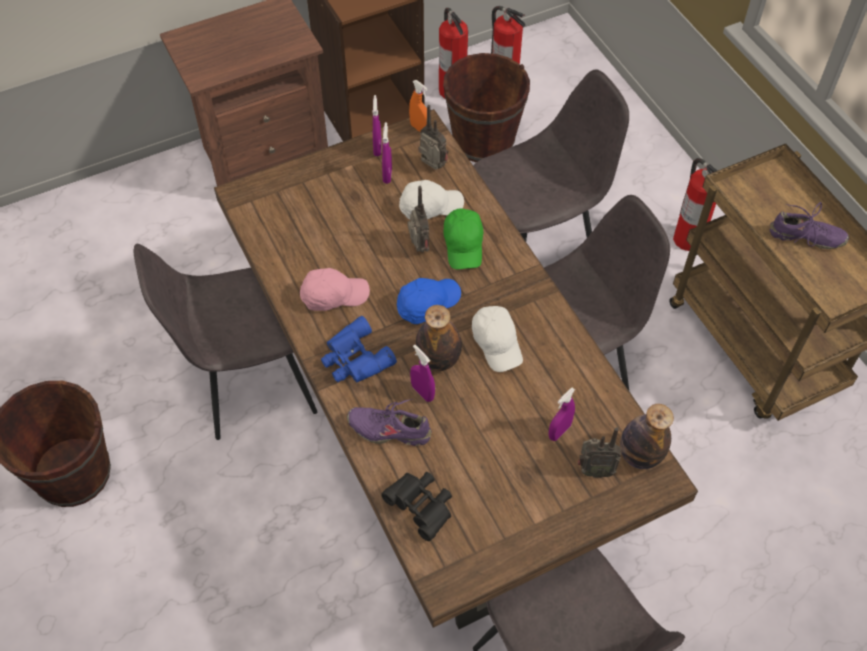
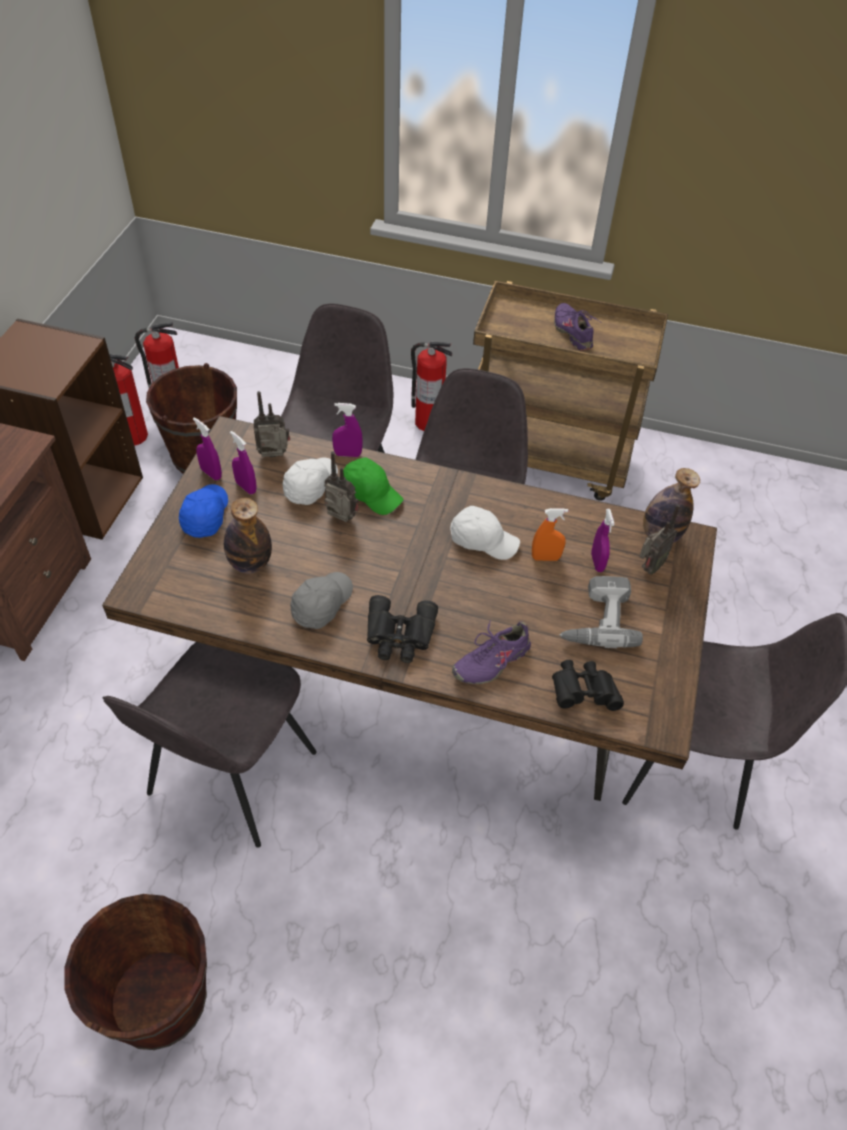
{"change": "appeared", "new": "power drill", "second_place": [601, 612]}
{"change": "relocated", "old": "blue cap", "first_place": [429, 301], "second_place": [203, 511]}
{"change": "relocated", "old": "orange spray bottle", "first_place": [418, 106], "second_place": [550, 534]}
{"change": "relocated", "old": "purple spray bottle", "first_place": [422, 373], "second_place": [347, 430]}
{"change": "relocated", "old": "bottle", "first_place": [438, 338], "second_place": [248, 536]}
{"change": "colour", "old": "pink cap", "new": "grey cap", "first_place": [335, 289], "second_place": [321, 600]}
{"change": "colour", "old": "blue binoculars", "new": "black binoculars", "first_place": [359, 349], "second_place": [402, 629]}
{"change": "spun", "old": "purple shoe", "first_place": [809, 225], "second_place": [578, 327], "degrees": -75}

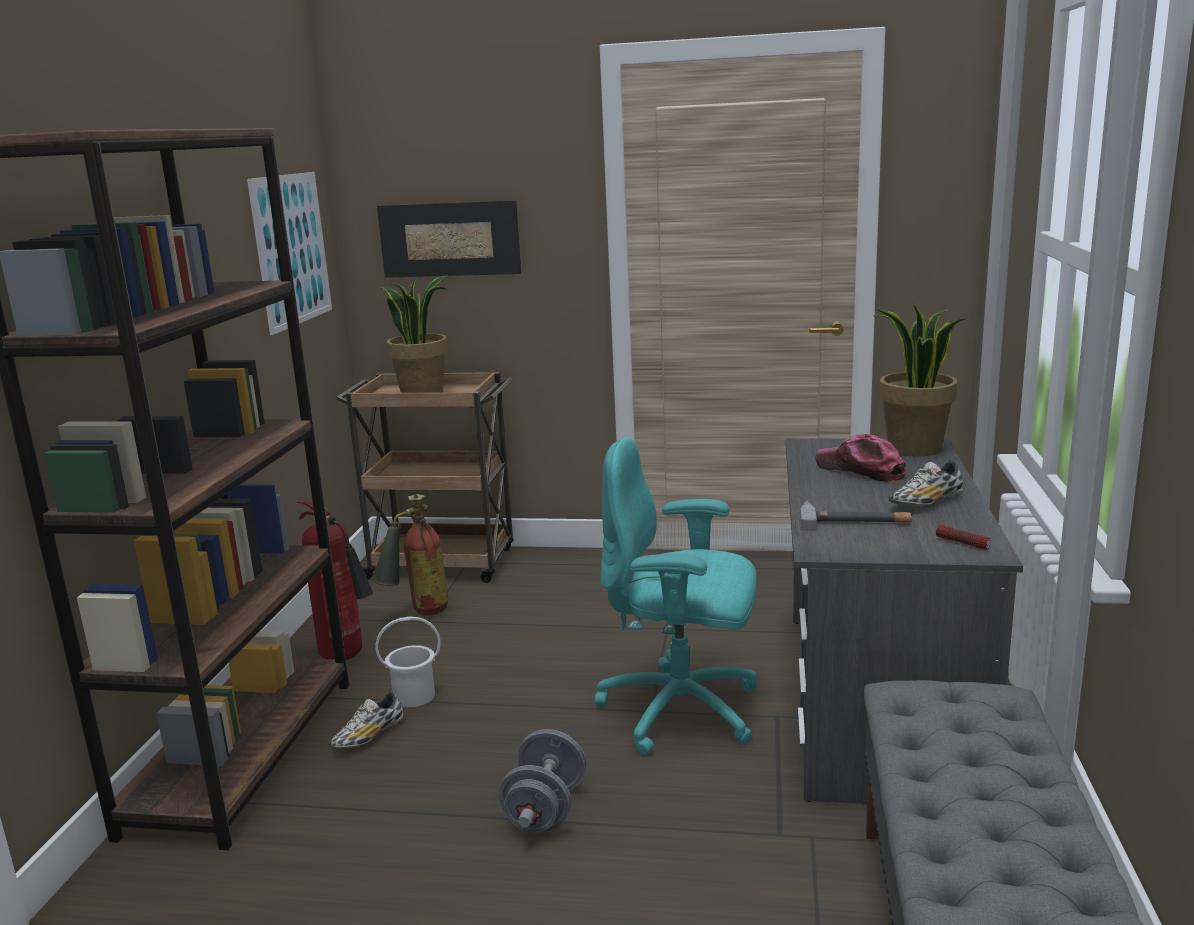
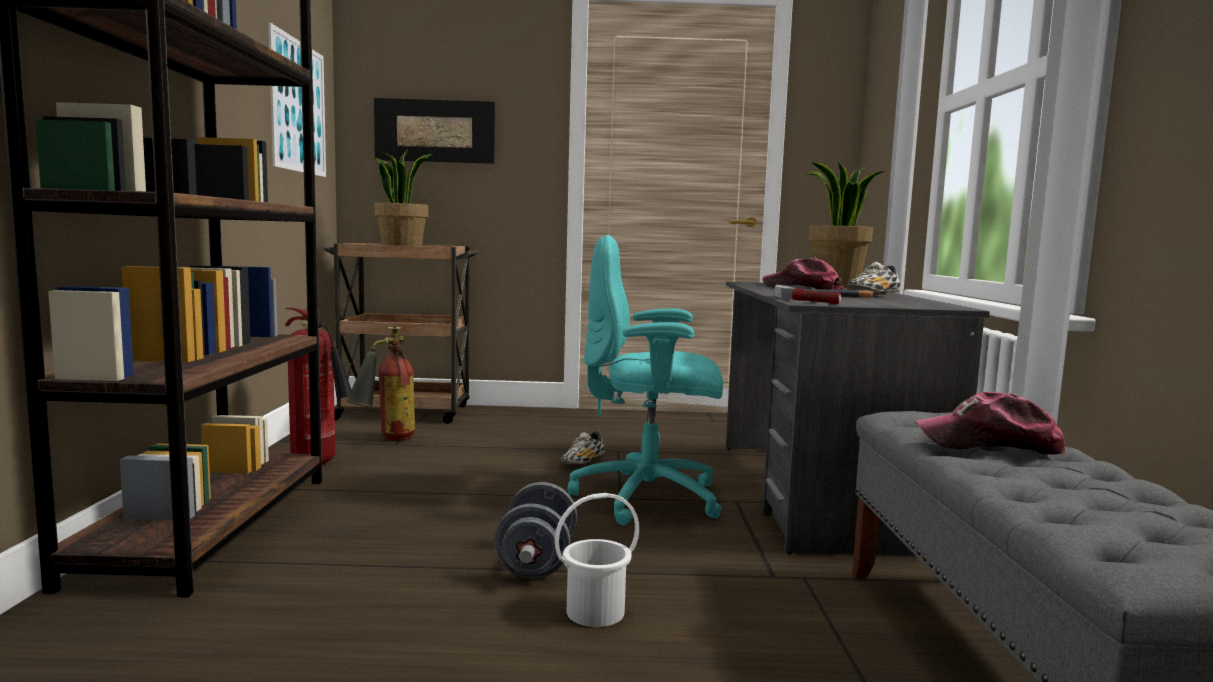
{"change": "appeared", "new": "cap", "second_place": [990, 423]}
{"change": "relocated", "old": "shoe", "first_place": [366, 720], "second_place": [582, 447]}
{"change": "relocated", "old": "white bucket", "first_place": [408, 661], "second_place": [597, 560]}
{"change": "relocated", "old": "flashlight", "first_place": [963, 537], "second_place": [817, 296]}

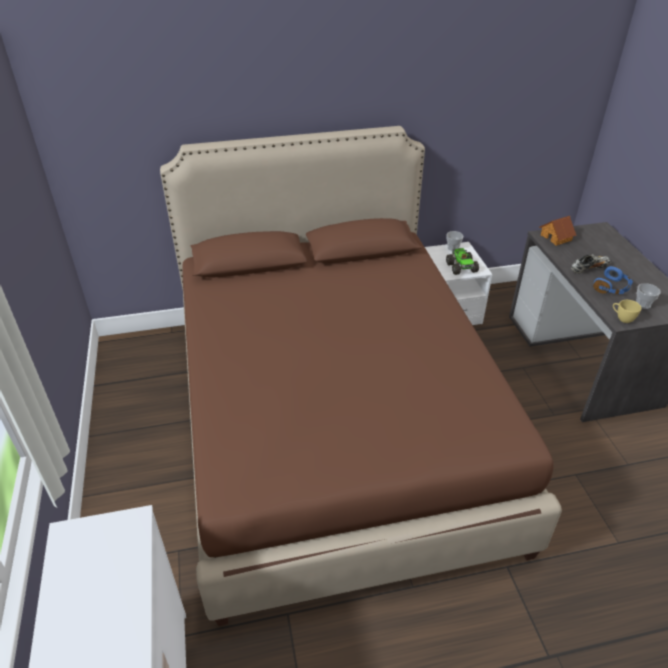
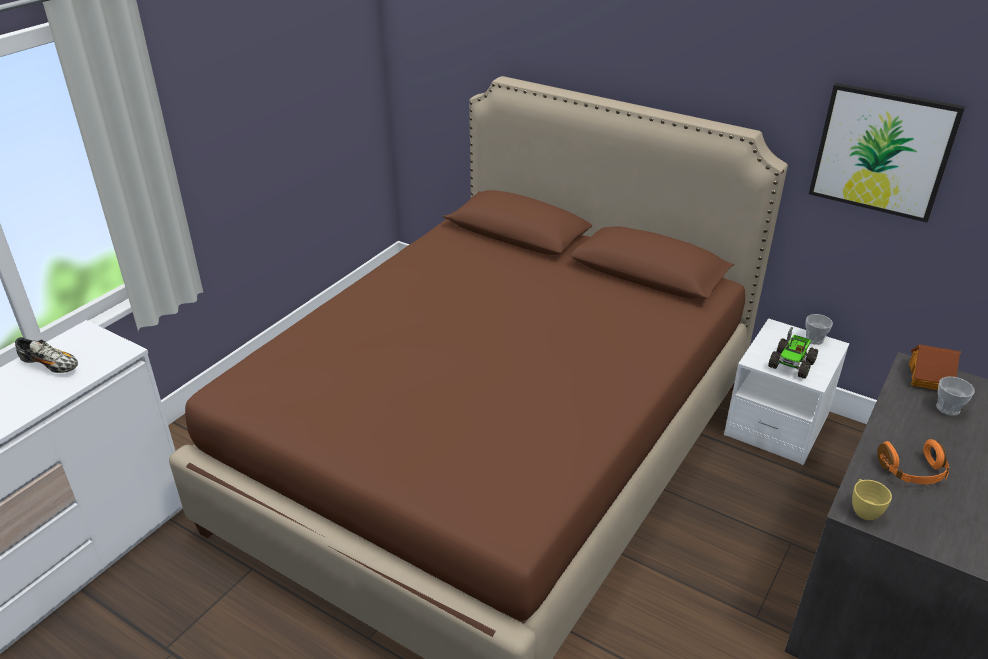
{"change": "appeared", "new": "picture", "second_place": [887, 153]}
{"change": "relocated", "old": "shoe", "first_place": [591, 264], "second_place": [46, 355]}
{"change": "relocated", "old": "cup", "first_place": [648, 296], "second_place": [955, 396]}
{"change": "colour", "old": "blue headphones", "new": "orange headphones", "first_place": [613, 280], "second_place": [913, 461]}

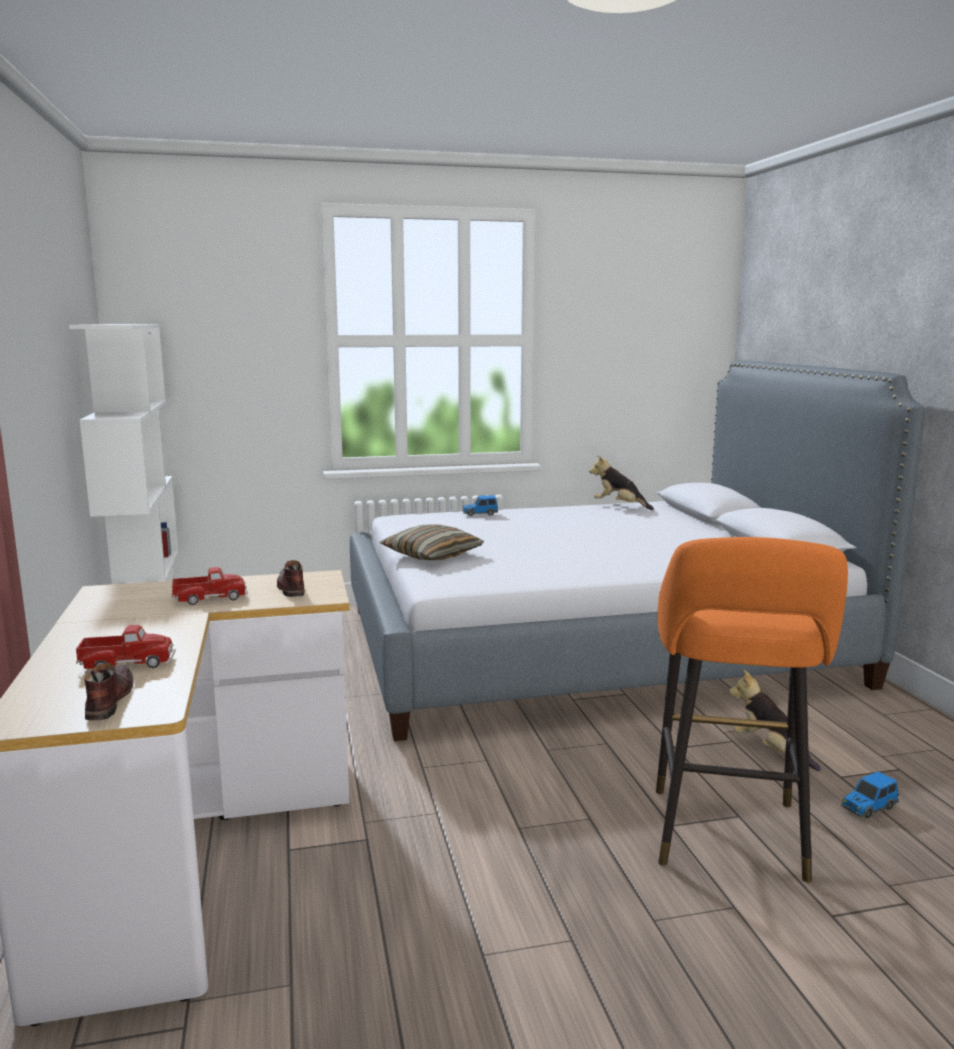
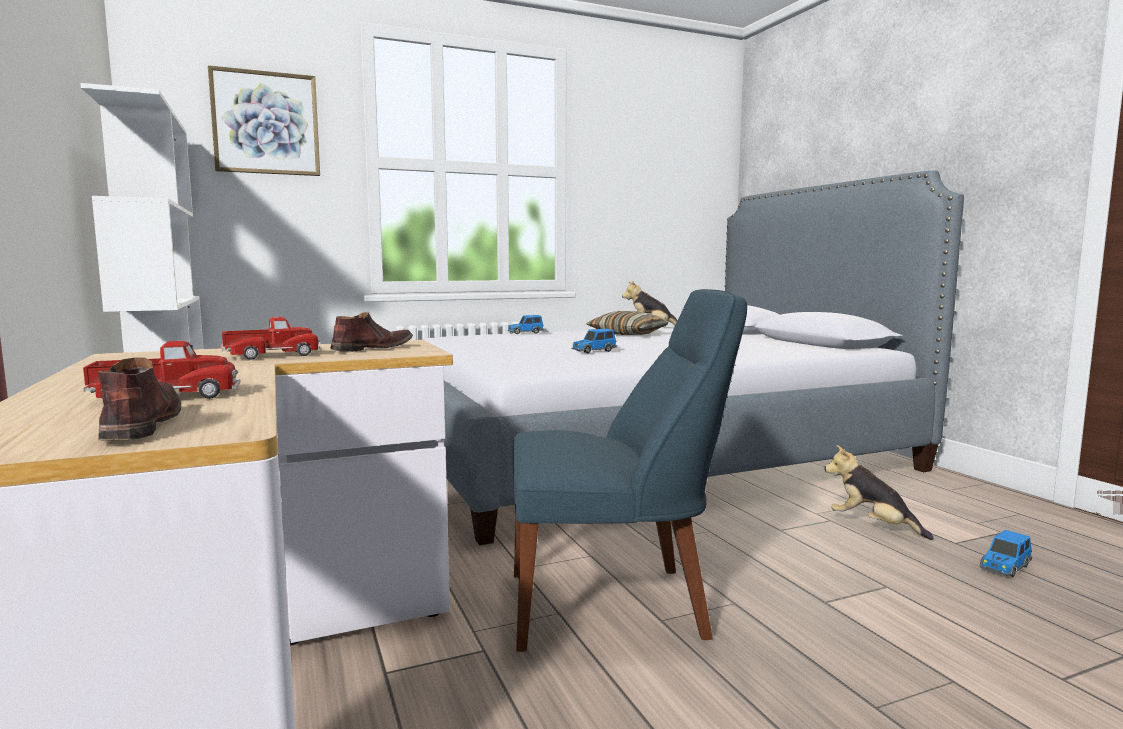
{"change": "missing", "old": "orange stool", "first_place": [752, 710]}
{"change": "appeared", "new": "picture", "second_place": [264, 120]}
{"change": "appeared", "new": "blue chair", "second_place": [630, 470]}
{"change": "appeared", "new": "toy car", "second_place": [594, 341]}
{"change": "relocated", "old": "pillow", "first_place": [432, 542], "second_place": [627, 323]}
{"change": "spun", "old": "brown shoe", "first_place": [290, 578], "second_place": [372, 332], "degrees": 75}

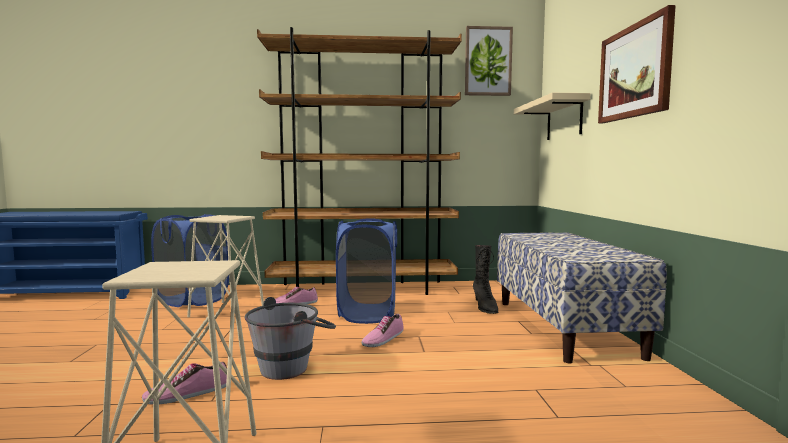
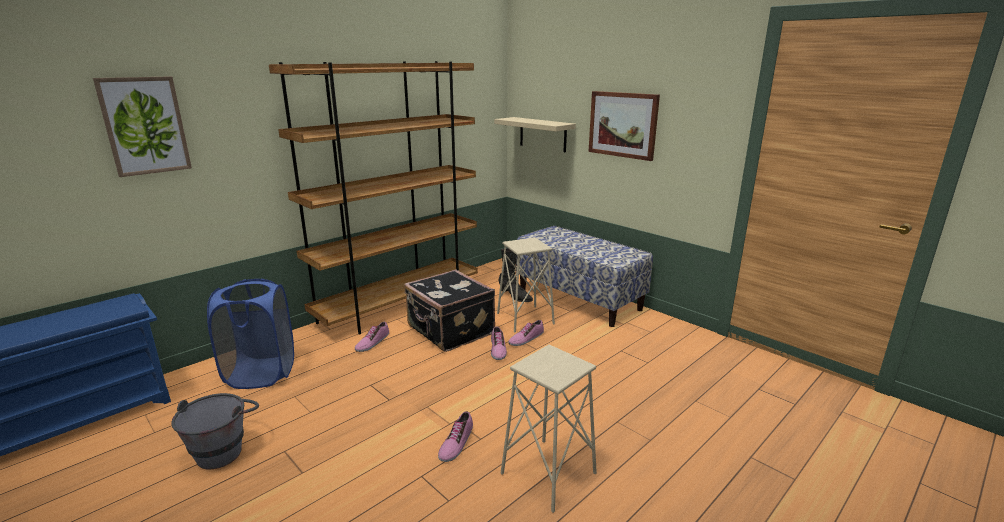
{"change": "appeared", "new": "shoe", "second_place": [526, 333]}
{"change": "relocated", "old": "beige stool", "first_place": [225, 268], "second_place": [526, 285]}
{"change": "relocated", "old": "grey bucket", "first_place": [290, 338], "second_place": [215, 431]}
{"change": "relocated", "old": "picture", "first_place": [489, 61], "second_place": [142, 126]}
{"change": "exchanged", "old": "blue laundry basket", "new": "black suitcase", "first_place": [366, 271], "second_place": [449, 311]}

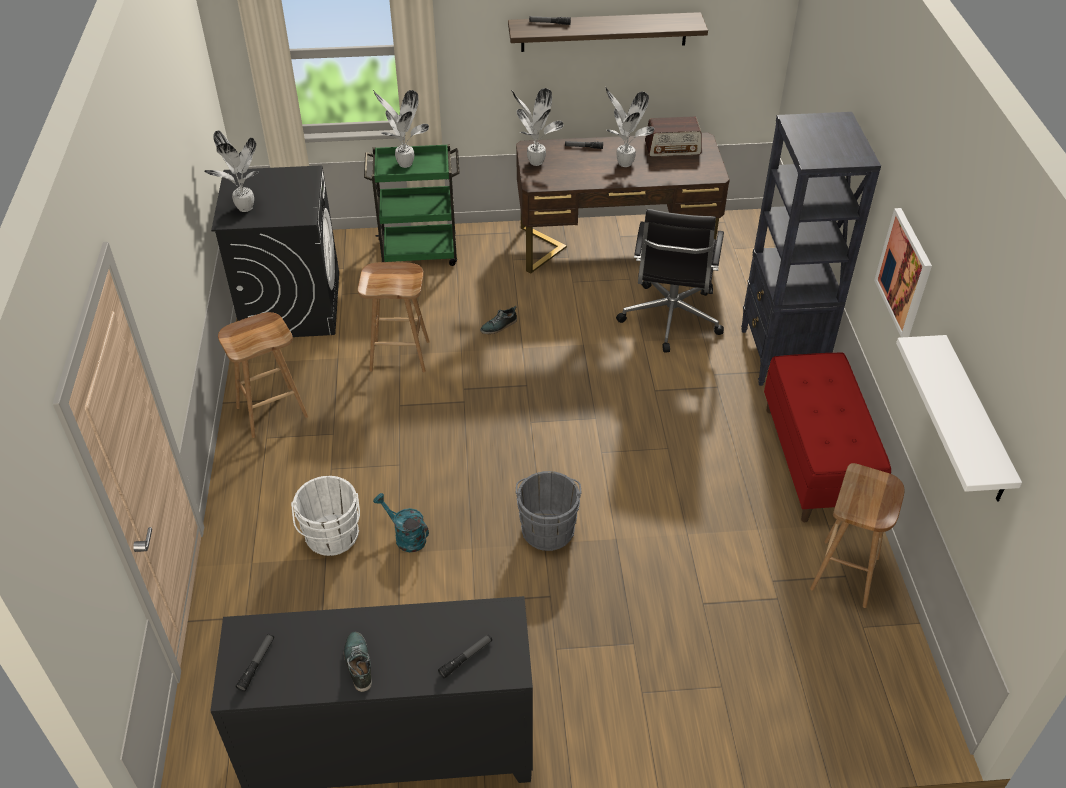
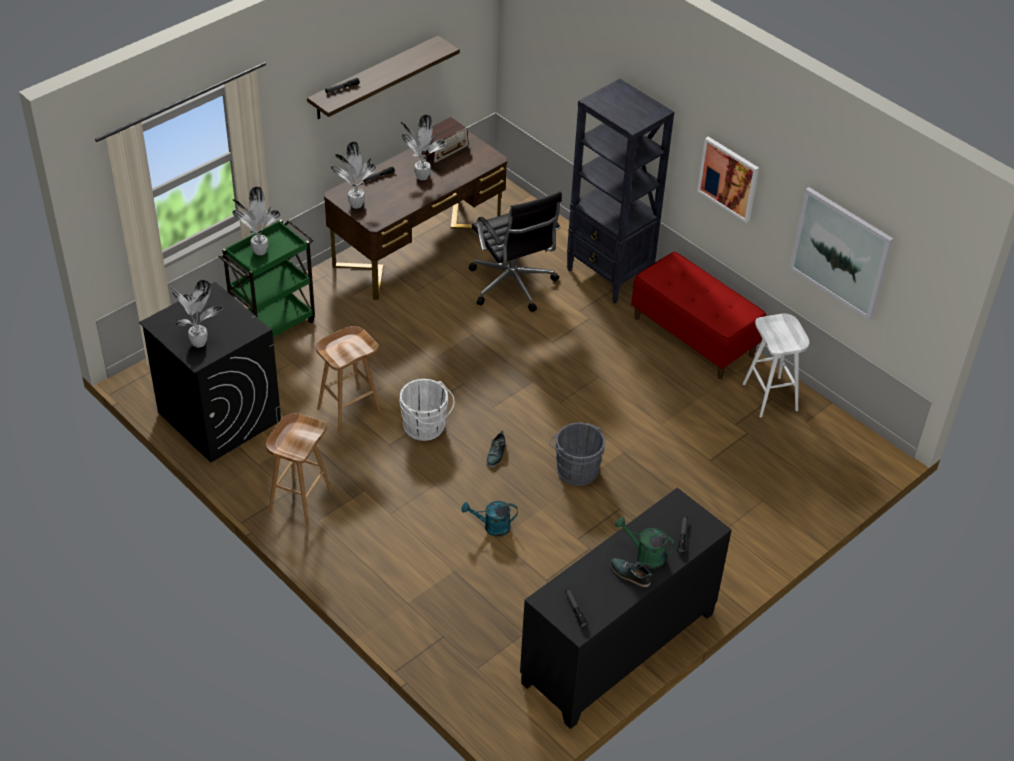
{"change": "appeared", "new": "green watering can", "second_place": [645, 543]}
{"change": "relocated", "old": "white bucket", "first_place": [325, 516], "second_place": [427, 410]}
{"change": "relocated", "old": "shoe", "first_place": [498, 320], "second_place": [495, 449]}
{"change": "exchanged", "old": "white shelf", "new": "picture", "first_place": [959, 418], "second_place": [841, 253]}
{"change": "colour", "old": "brown stool", "new": "white stool", "first_place": [857, 535], "second_place": [776, 366]}

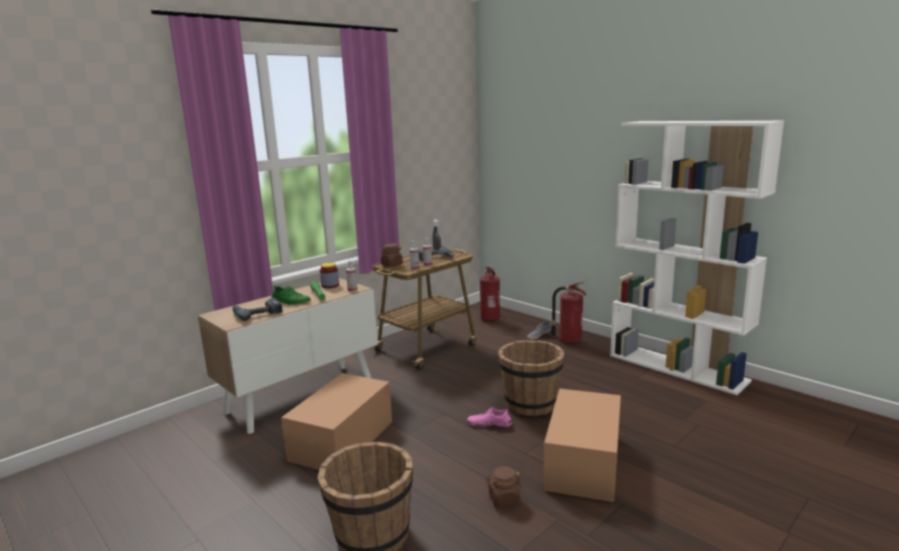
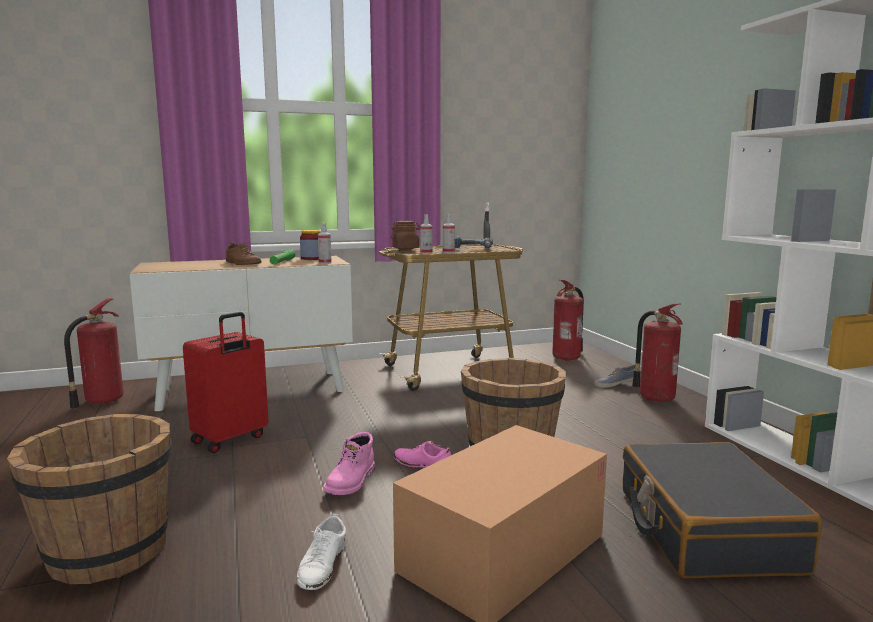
{"change": "missing", "old": "power drill", "first_place": [257, 309]}
{"change": "appeared", "new": "fire extinguisher", "second_place": [93, 353]}
{"change": "appeared", "new": "pink boot", "second_place": [349, 463]}
{"change": "appeared", "new": "black suitcase", "second_place": [722, 510]}
{"change": "exchanged", "old": "cardboard box", "new": "red suitcase", "first_place": [336, 421], "second_place": [225, 382]}
{"change": "exchanged", "old": "brown jar", "new": "white shoe", "first_place": [503, 487], "second_place": [321, 552]}
{"change": "colour", "old": "green shoe", "new": "brown shoe", "first_place": [291, 295], "second_place": [244, 254]}

